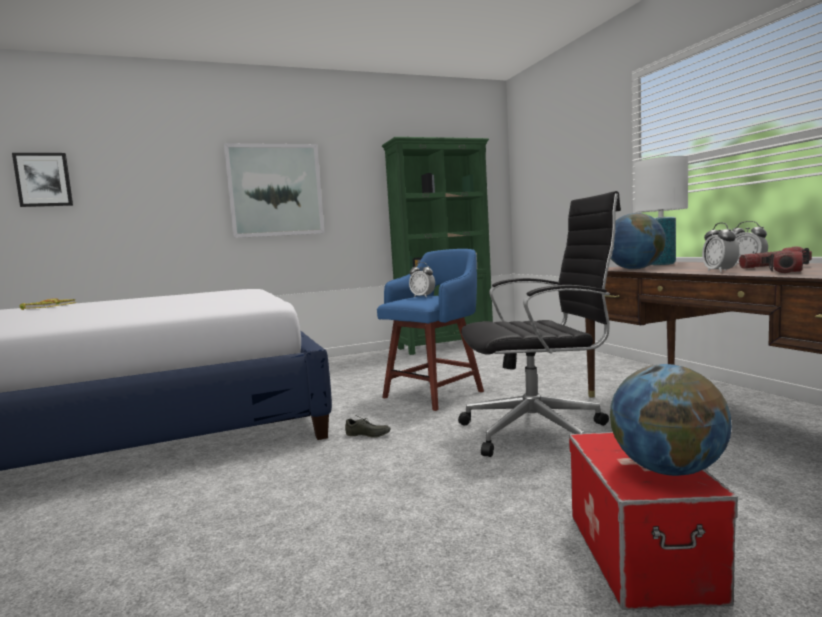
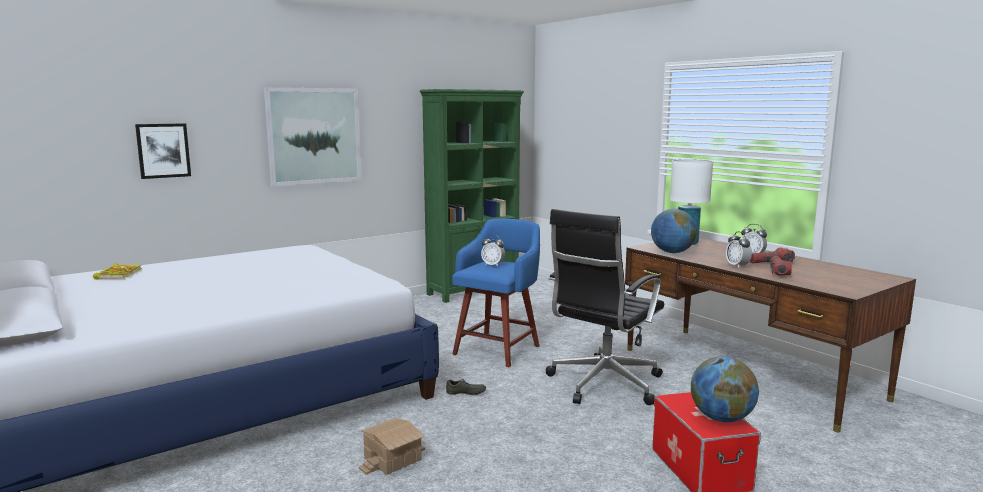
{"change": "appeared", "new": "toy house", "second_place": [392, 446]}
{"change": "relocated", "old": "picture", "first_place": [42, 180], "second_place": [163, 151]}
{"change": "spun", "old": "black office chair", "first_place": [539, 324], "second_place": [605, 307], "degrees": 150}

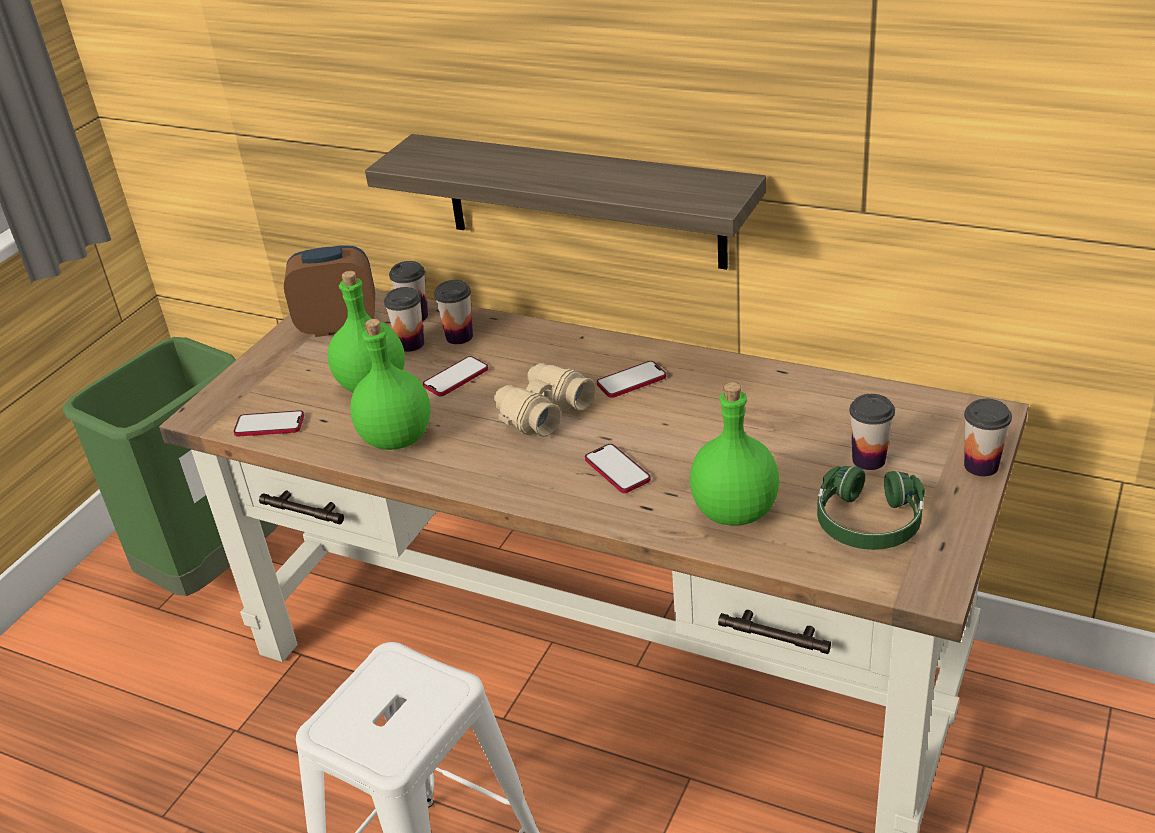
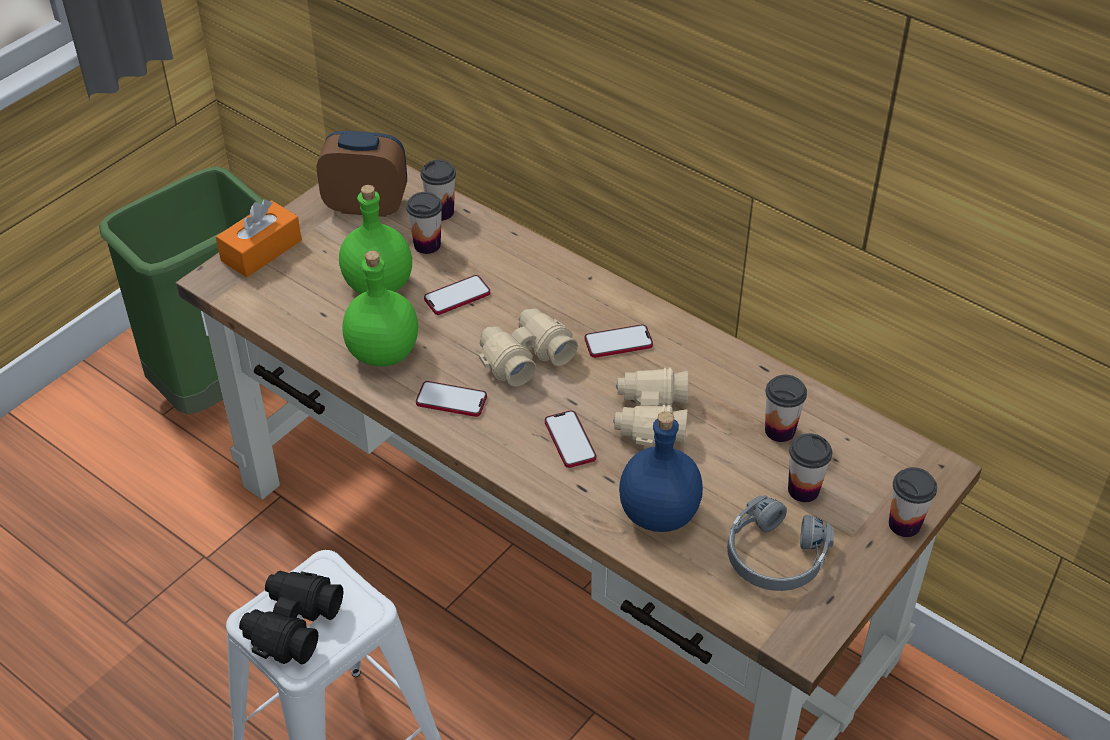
{"change": "missing", "old": "shelf", "first_place": [565, 202]}
{"change": "appeared", "new": "orange tissue box", "second_place": [259, 238]}
{"change": "appeared", "new": "black binoculars", "second_place": [291, 617]}
{"change": "appeared", "new": "beige binoculars", "second_place": [651, 407]}
{"change": "relocated", "old": "phone", "first_place": [268, 423], "second_place": [451, 399]}
{"change": "relocated", "old": "cup", "first_place": [453, 312], "second_place": [786, 408]}
{"change": "colour", "old": "green bottle", "new": "blue bottle", "first_place": [734, 453], "second_place": [661, 471]}
{"change": "colour", "old": "green headphones", "new": "grey headphones", "first_place": [871, 508], "second_place": [780, 543]}

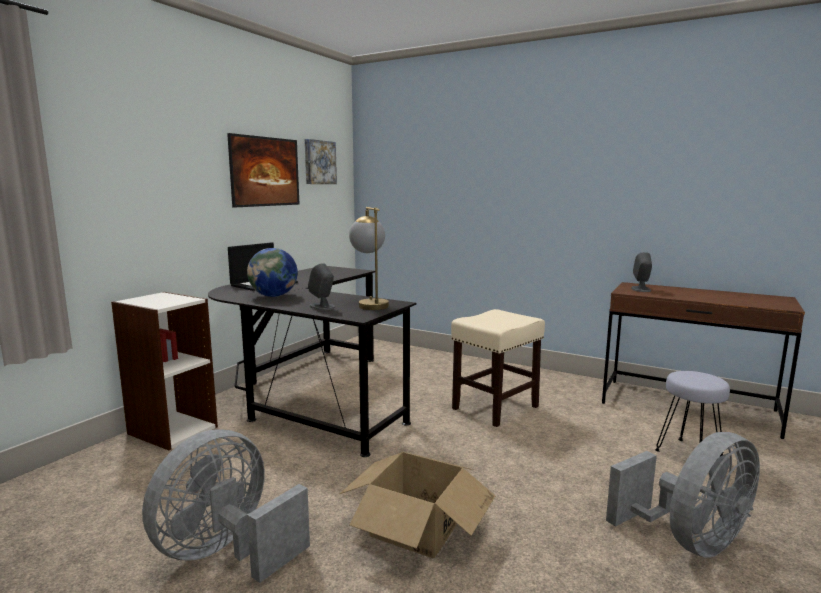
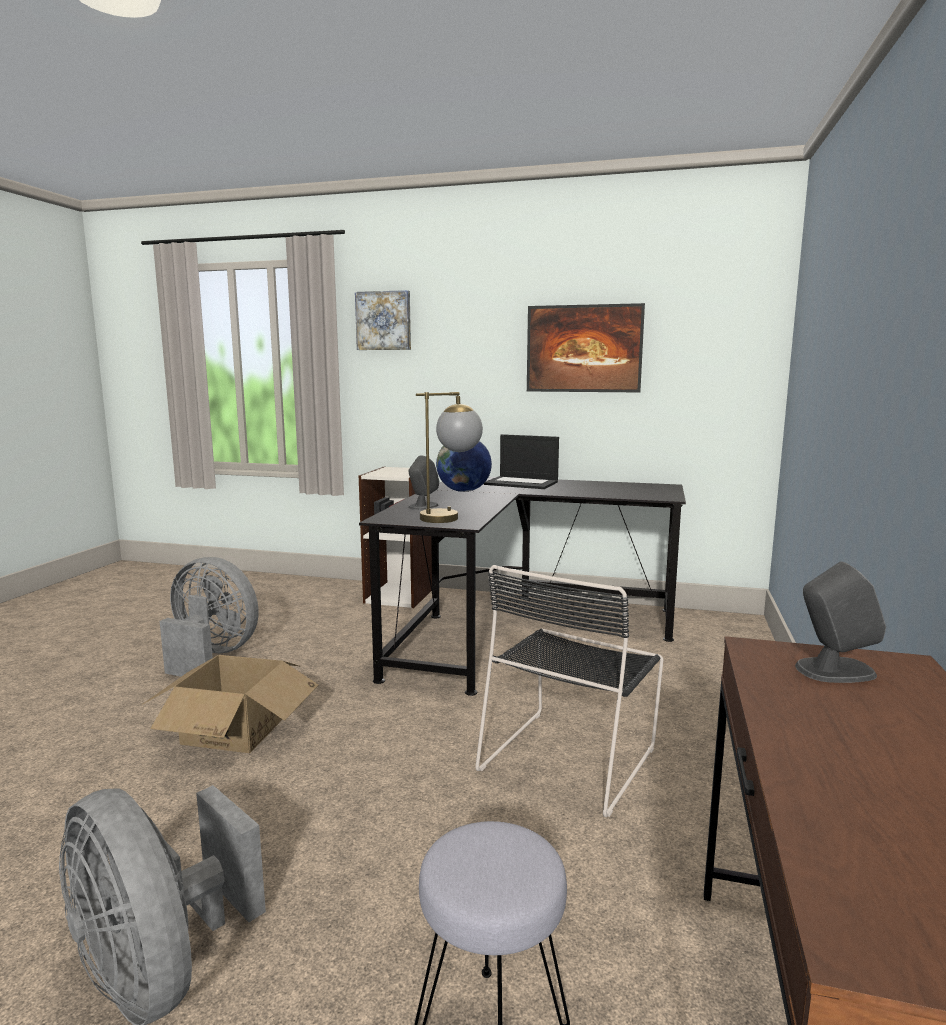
{"change": "relocated", "old": "picture", "first_place": [321, 161], "second_place": [383, 320]}
{"change": "exchanged", "old": "beige stool", "new": "black chair", "first_place": [498, 368], "second_place": [569, 691]}

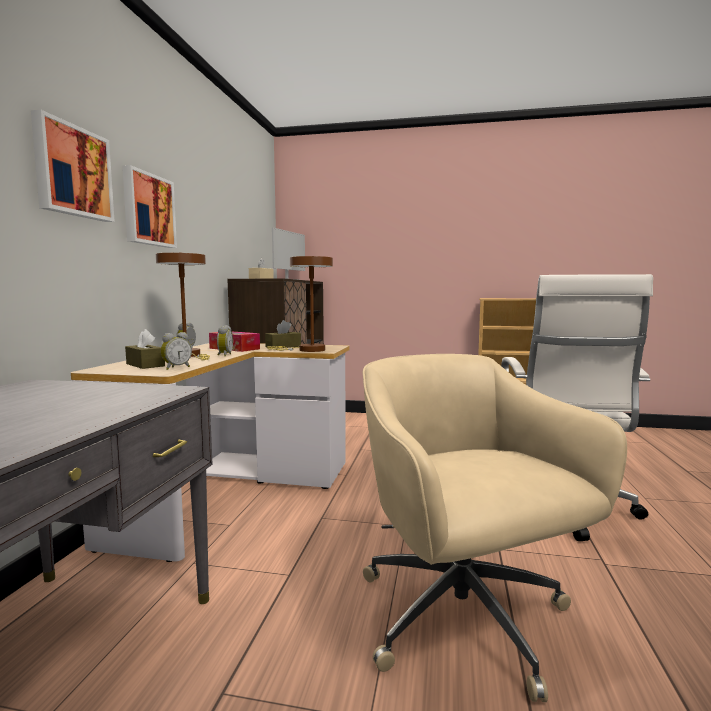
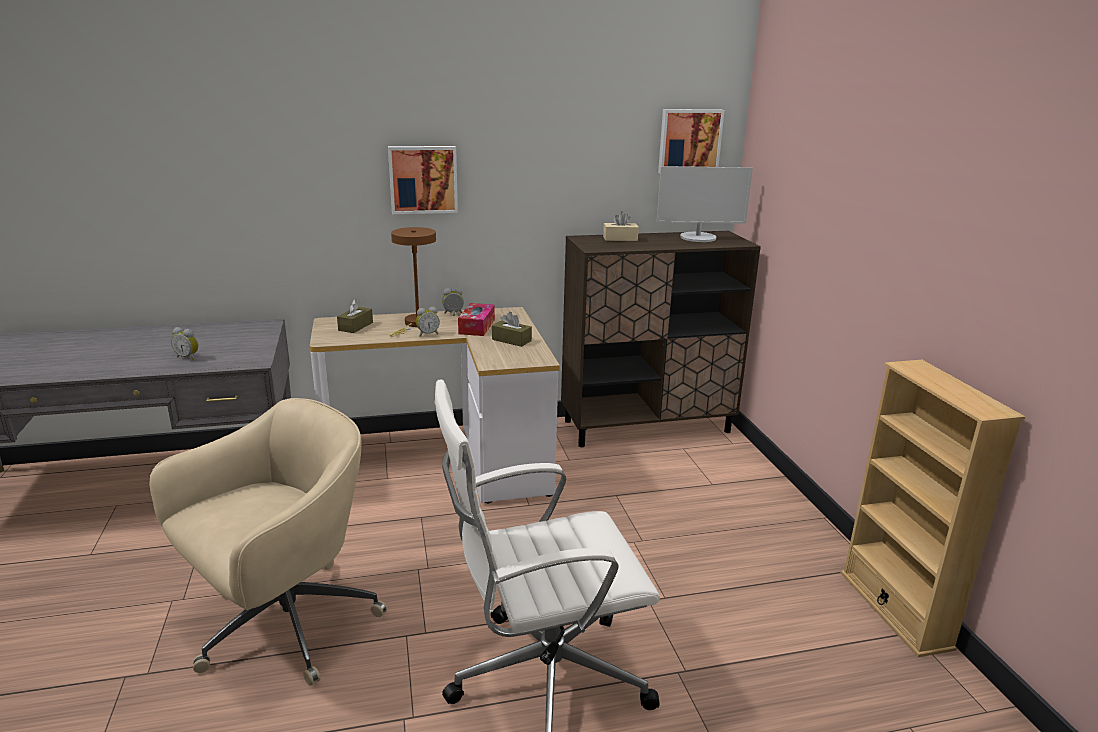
{"change": "missing", "old": "brown table lamp", "first_place": [300, 304]}
{"change": "relocated", "old": "picture", "first_place": [73, 166], "second_place": [691, 141]}
{"change": "relocated", "old": "alarm clock", "first_place": [176, 351], "second_place": [184, 343]}

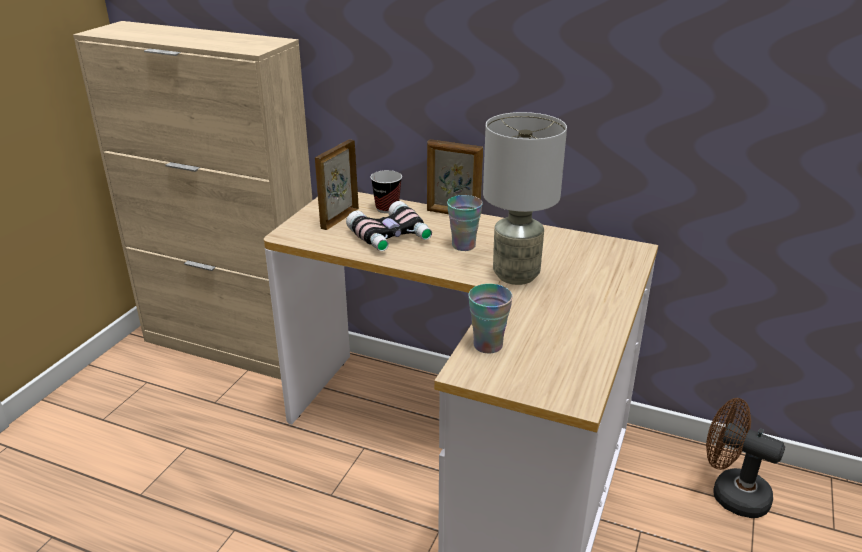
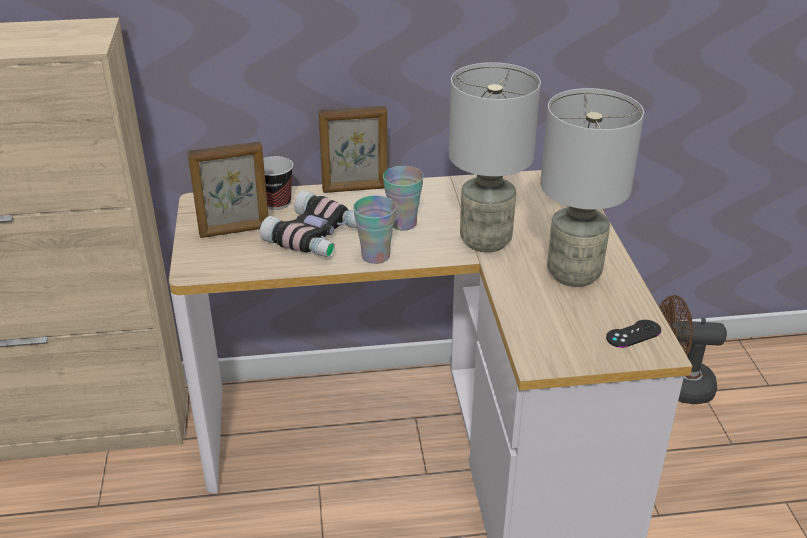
{"change": "appeared", "new": "grey table lamp", "second_place": [592, 187]}
{"change": "appeared", "new": "black game controller", "second_place": [633, 334]}
{"change": "relocated", "old": "cup", "first_place": [490, 319], "second_place": [374, 230]}
{"change": "spun", "old": "picture frame", "first_place": [337, 184], "second_place": [227, 189], "degrees": -105}

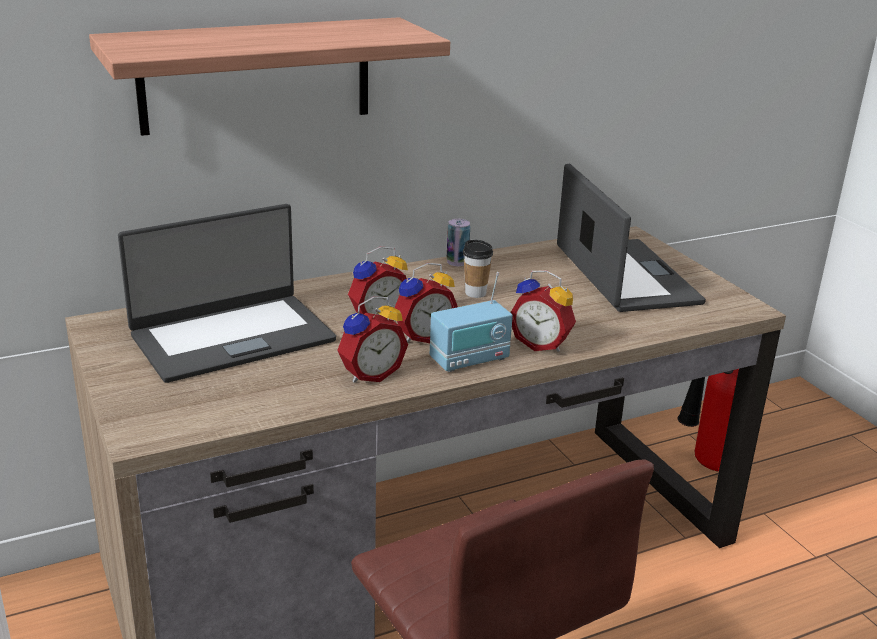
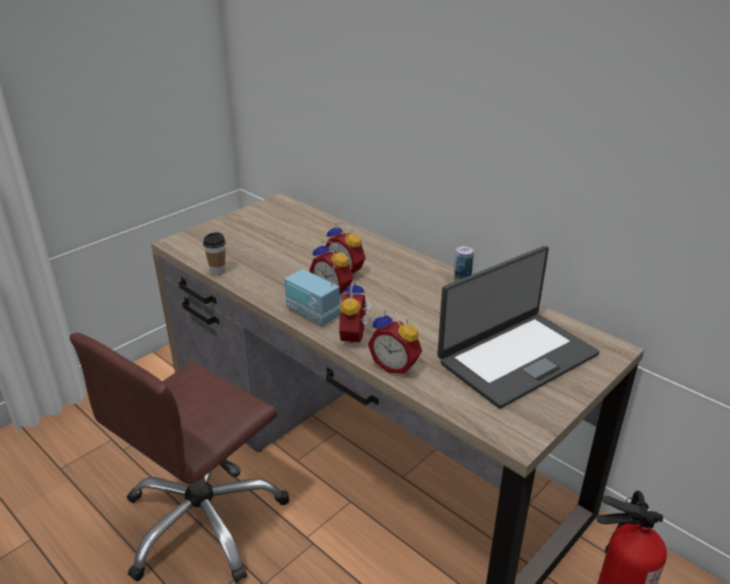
{"change": "missing", "old": "shelf", "first_place": [269, 76]}
{"change": "missing", "old": "laptop", "first_place": [227, 293]}
{"change": "relocated", "old": "alarm clock", "first_place": [372, 339], "second_place": [395, 342]}
{"change": "relocated", "old": "cup", "first_place": [478, 269], "second_place": [214, 253]}

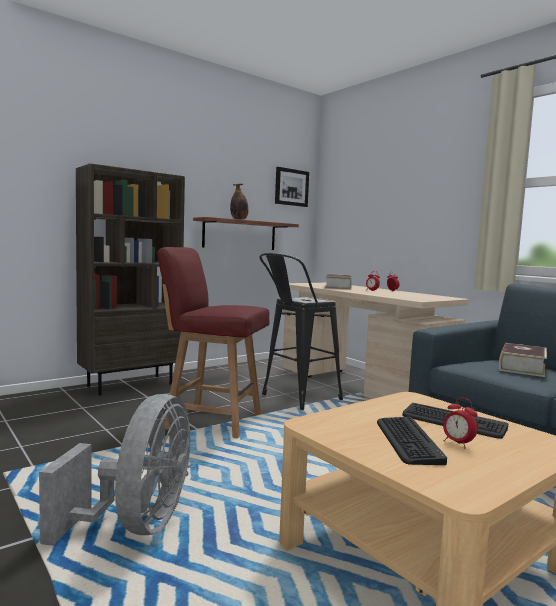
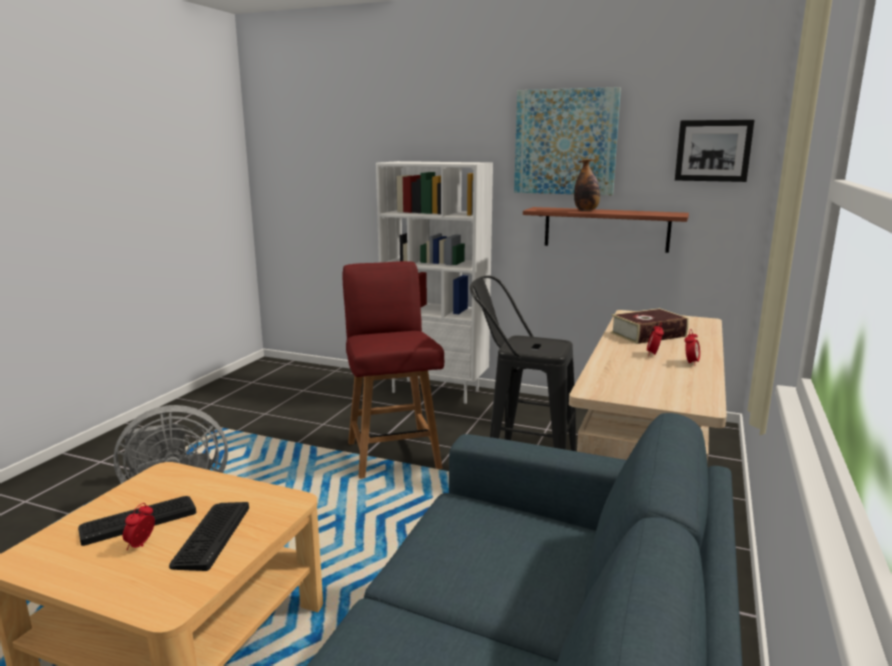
{"change": "missing", "old": "book", "first_place": [523, 360]}
{"change": "appeared", "new": "picture", "second_place": [567, 141]}
{"change": "colour", "old": "brown bookcase", "new": "white bookcase", "first_place": [130, 279], "second_place": [434, 282]}

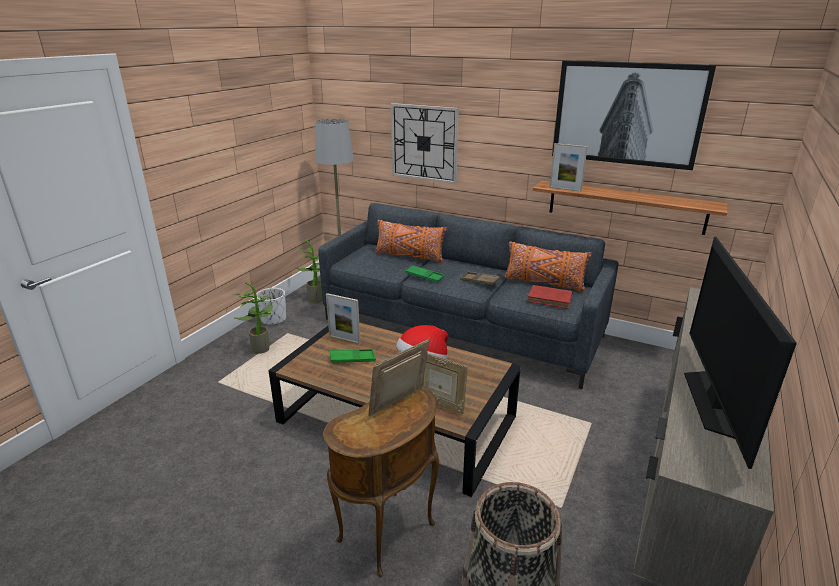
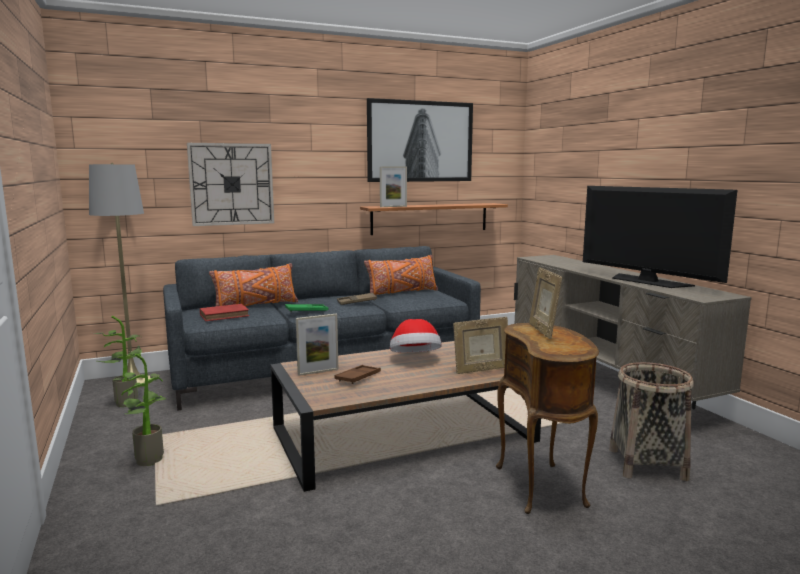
{"change": "missing", "old": "white planter", "first_place": [271, 306]}
{"change": "relocated", "old": "red book", "first_place": [550, 297], "second_place": [224, 312]}
{"change": "colour", "old": "green tray", "new": "brown tray", "first_place": [353, 356], "second_place": [358, 374]}

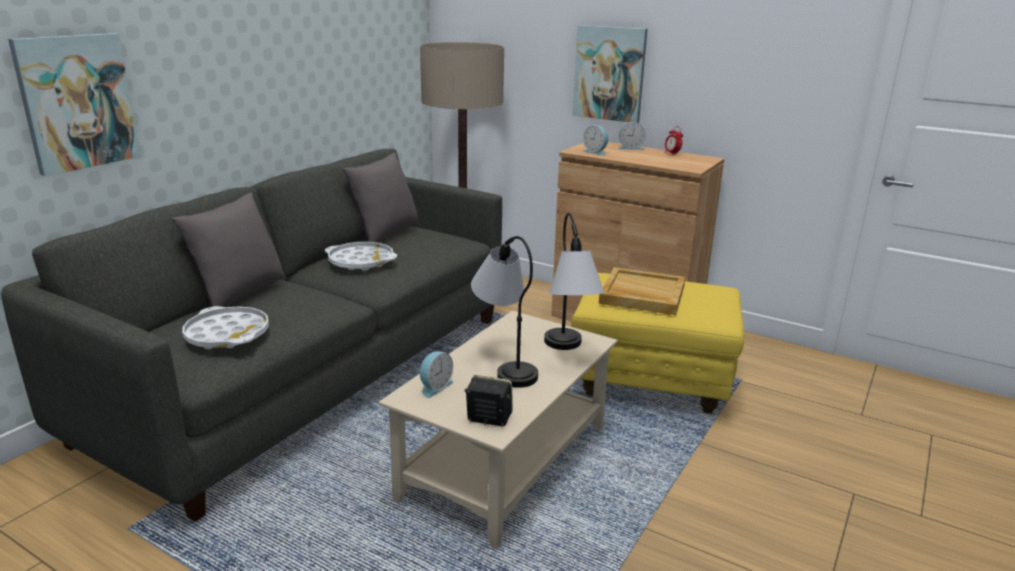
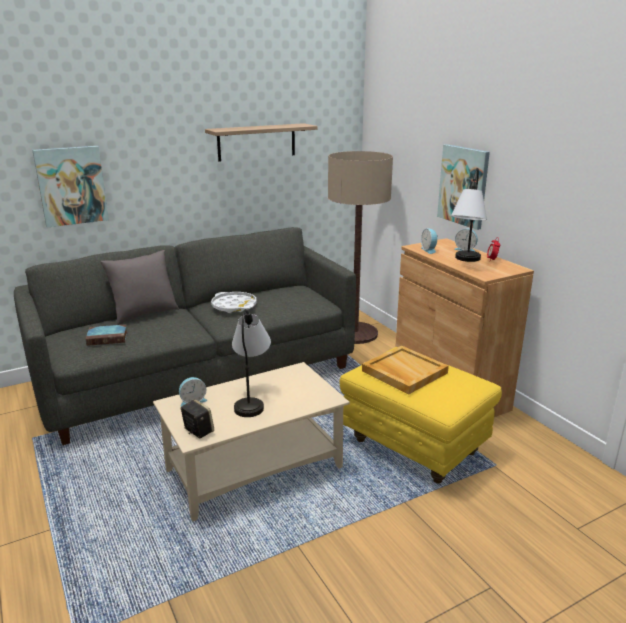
{"change": "missing", "old": "grey pillow", "first_place": [380, 198]}
{"change": "appeared", "new": "shelf", "second_place": [261, 142]}
{"change": "relocated", "old": "table lamp", "first_place": [574, 281], "second_place": [469, 215]}
{"change": "exchanged", "old": "white tray", "new": "book", "first_place": [225, 327], "second_place": [106, 335]}

